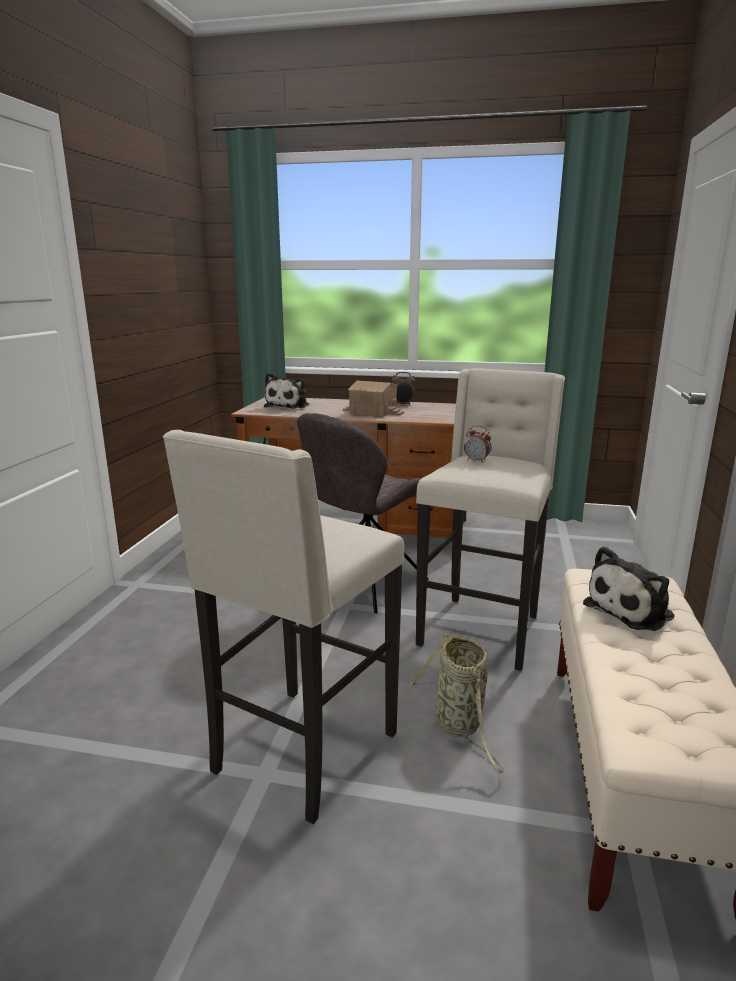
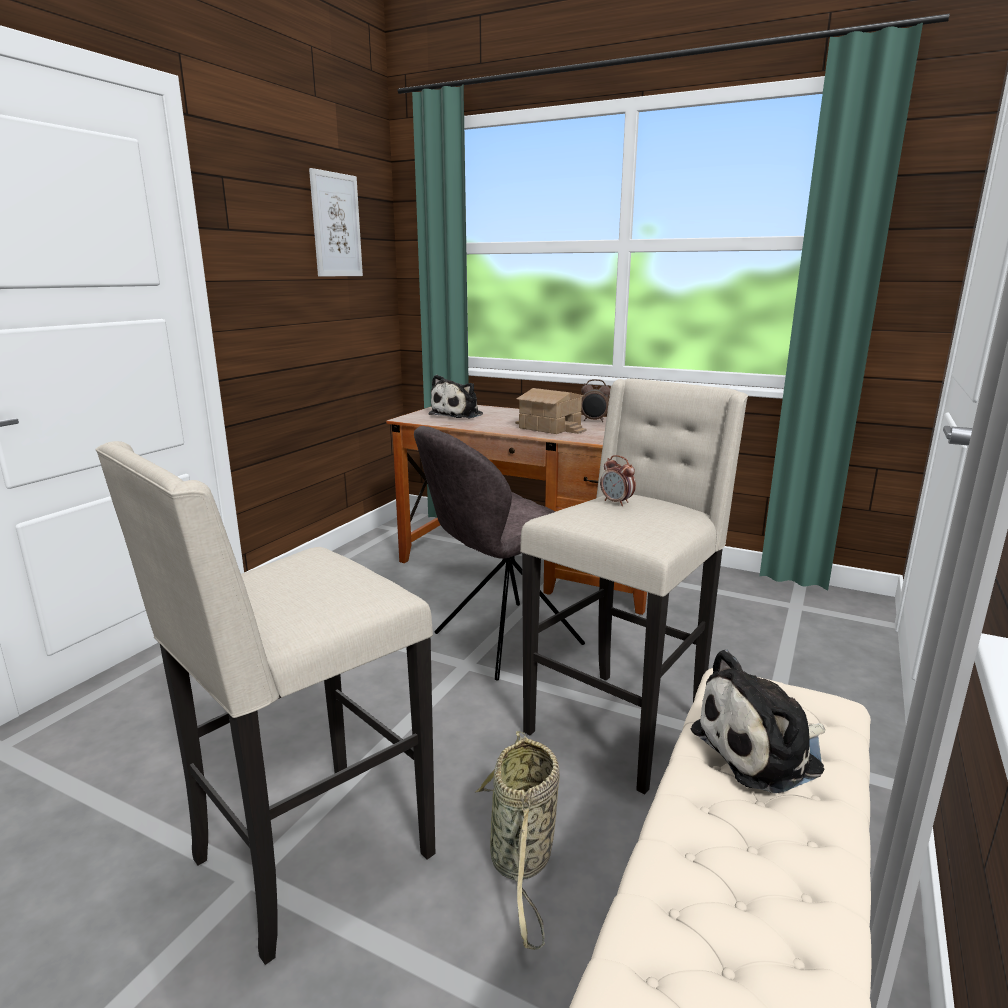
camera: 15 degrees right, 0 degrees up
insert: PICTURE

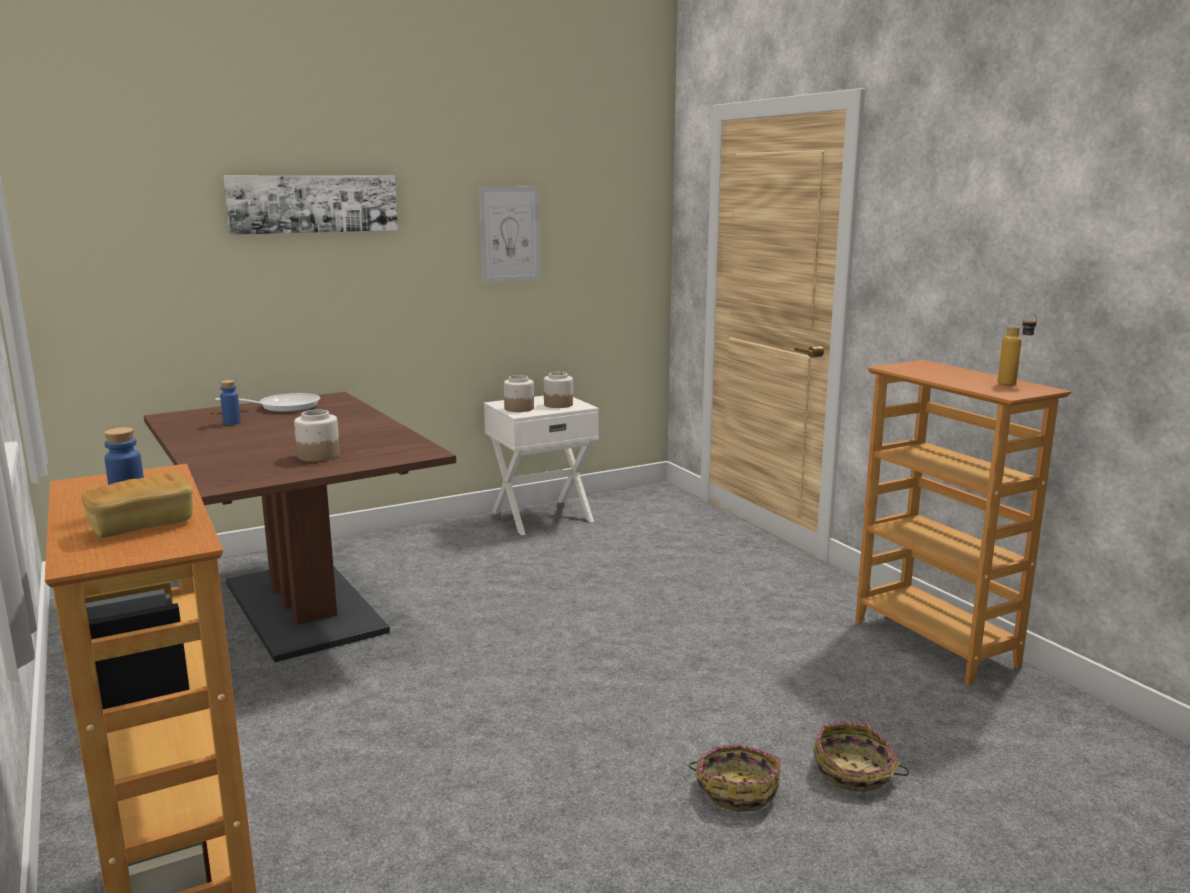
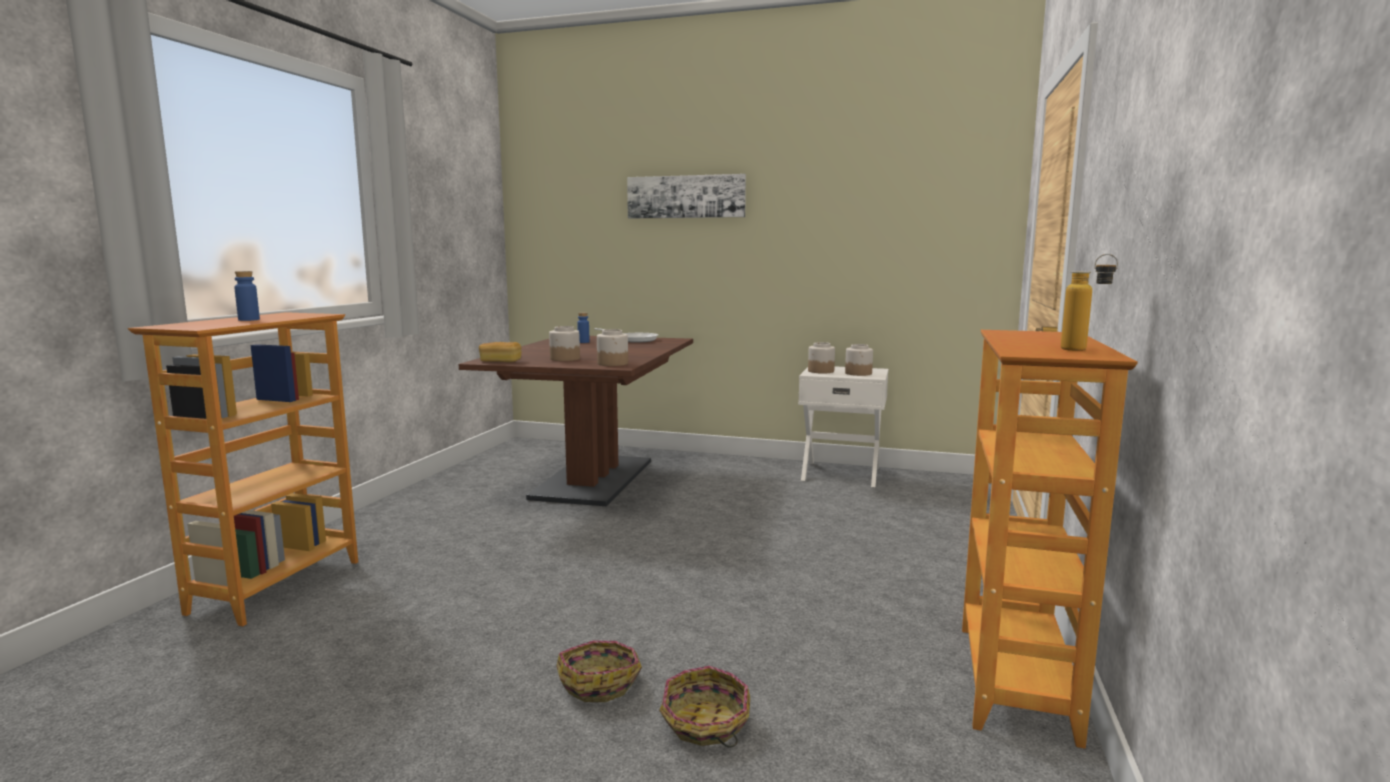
camera: 45 degrees right, 5 degrees down
delete: PICTURE (2nd from left)
insert: JAR (2nd from left)
move: BREAD

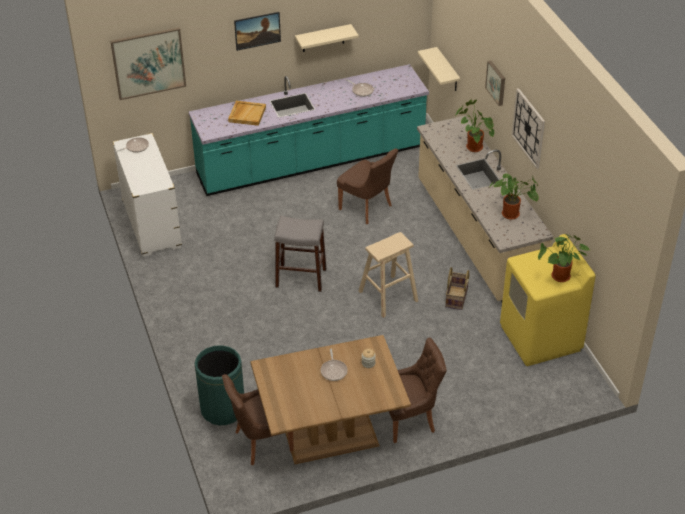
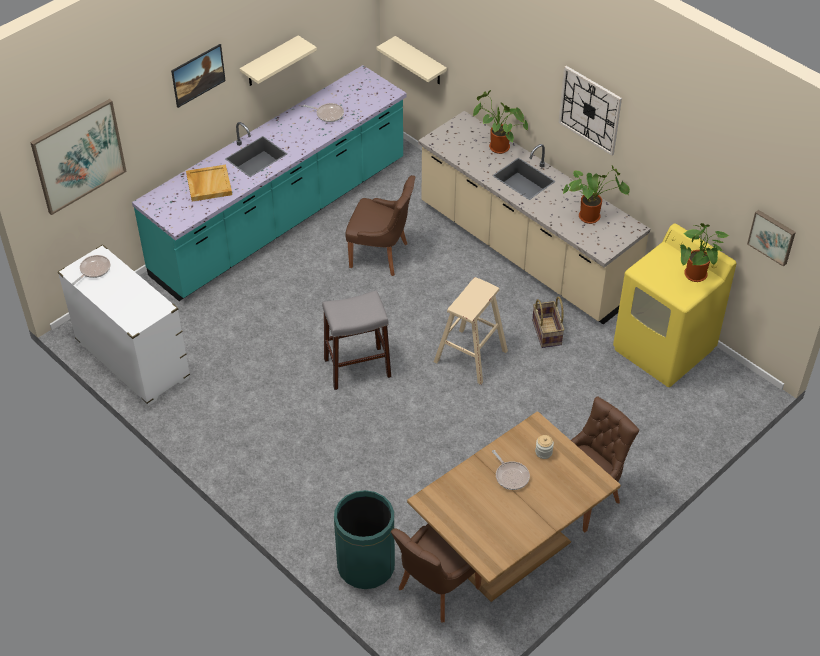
camera: 25 degrees left, 5 degrees up
move: PICTURE (3rd from left)

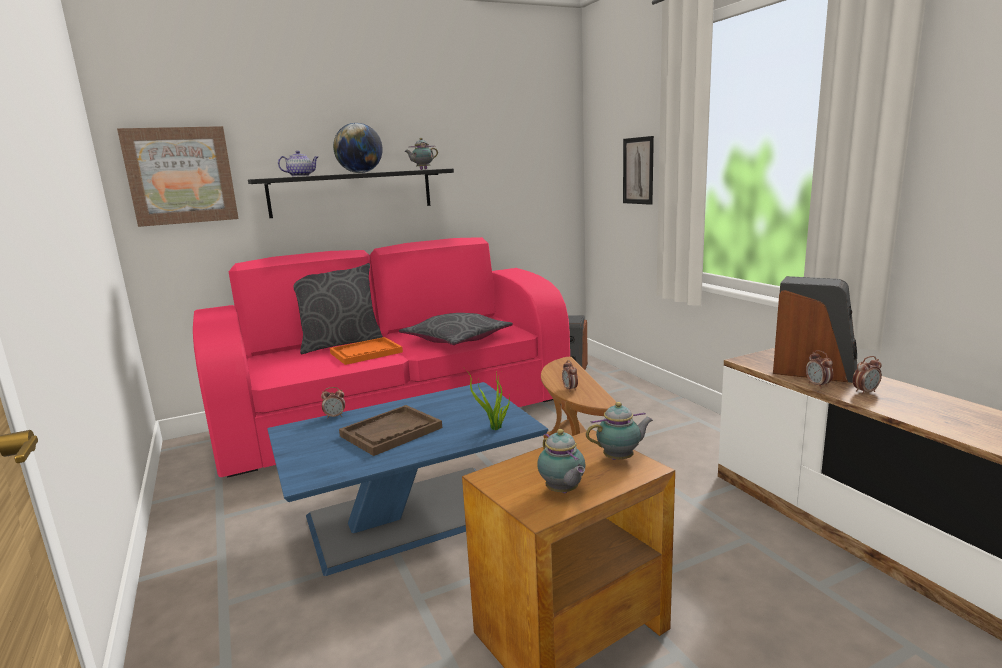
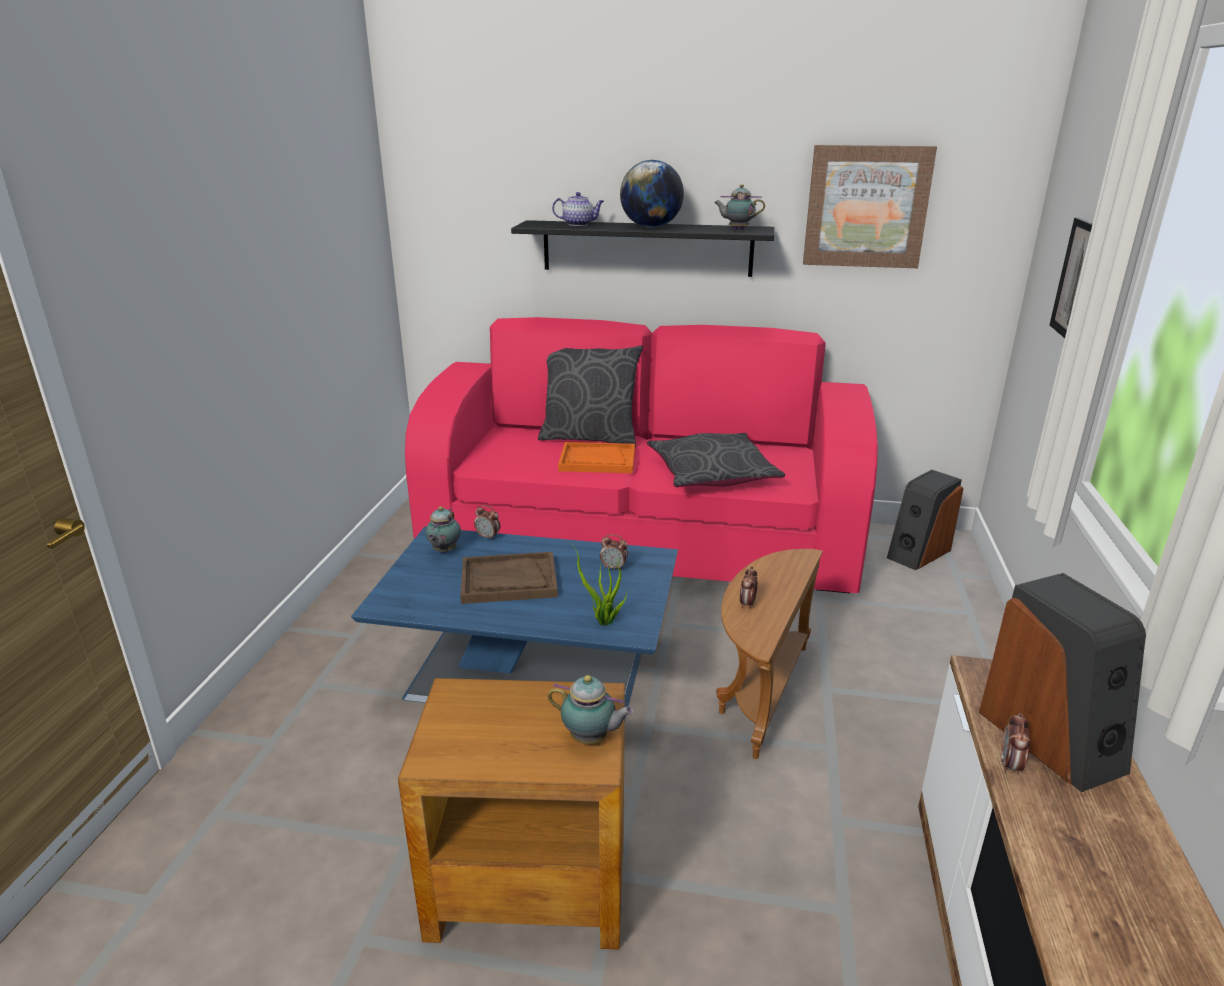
camera: 35 degrees right, 10 degrees up
move: PICTURE (1st from left); TEAPOT (3rd from left in the first image) to TEAPOT (1st from left); ALARM CLOCK (4th from left in the first image) to ALARM CLOCK (2nd from left)

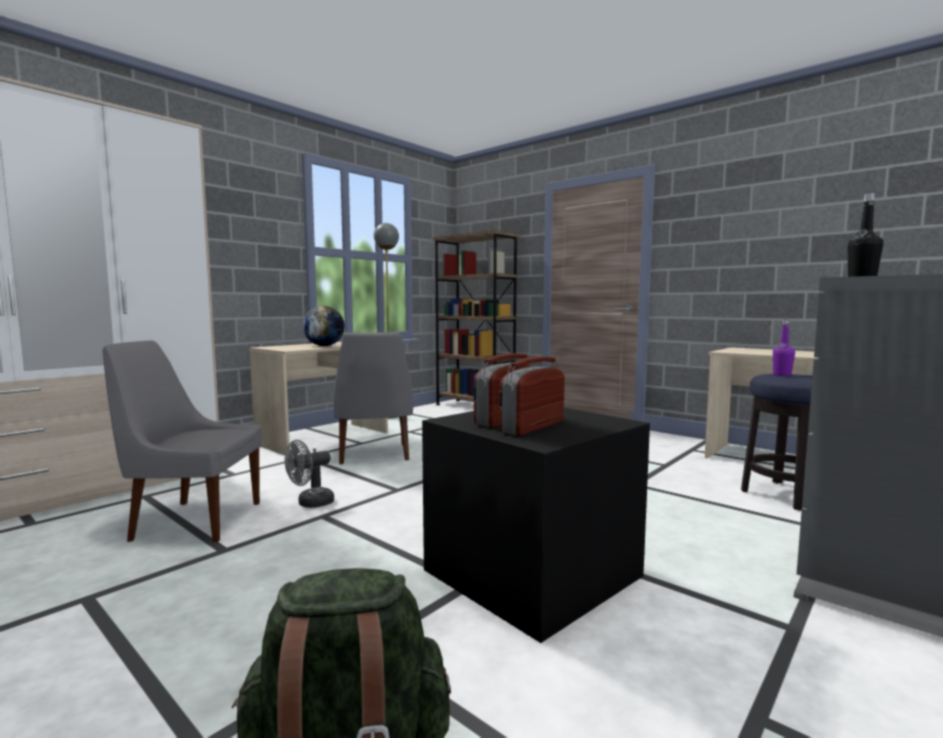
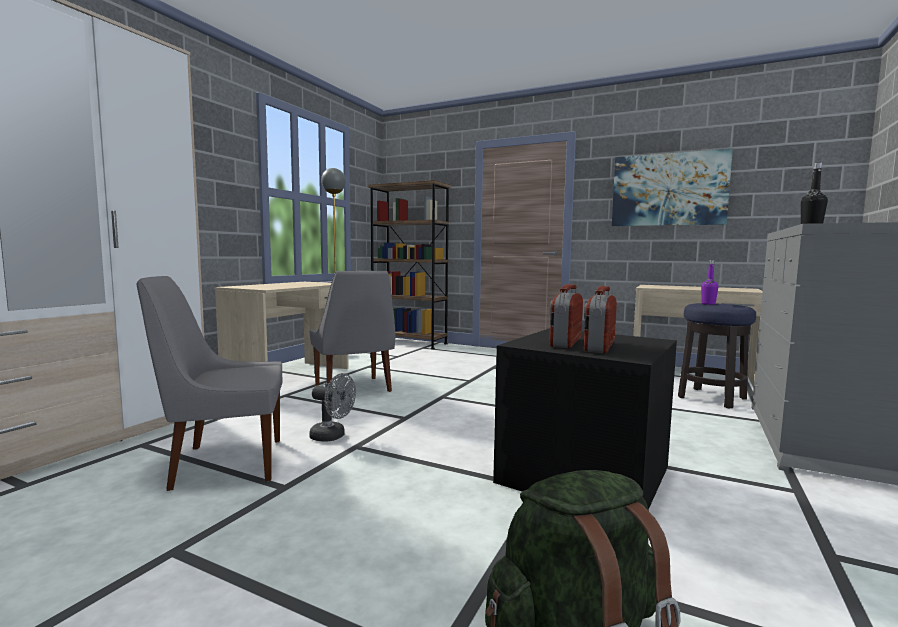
camera: 15 degrees left, 0 degrees up
delete: GLOBE
insert: PICTURE
rotate: GREY FAN 105 degrees counterclockwise

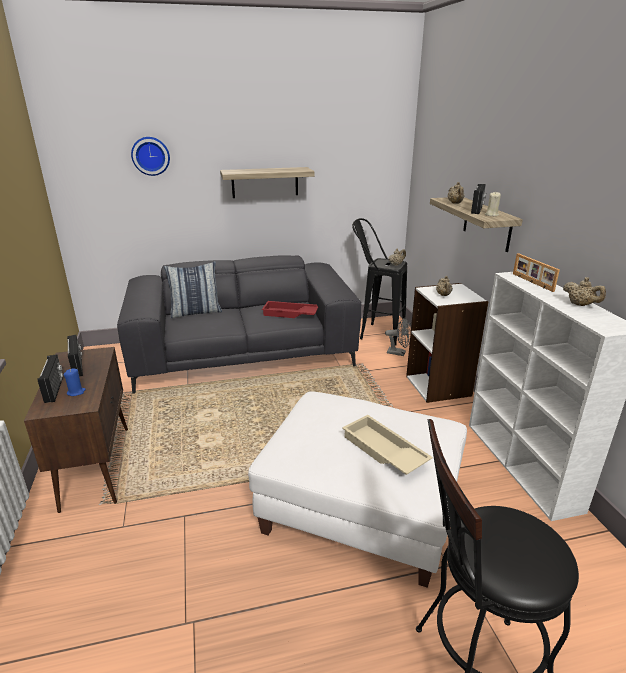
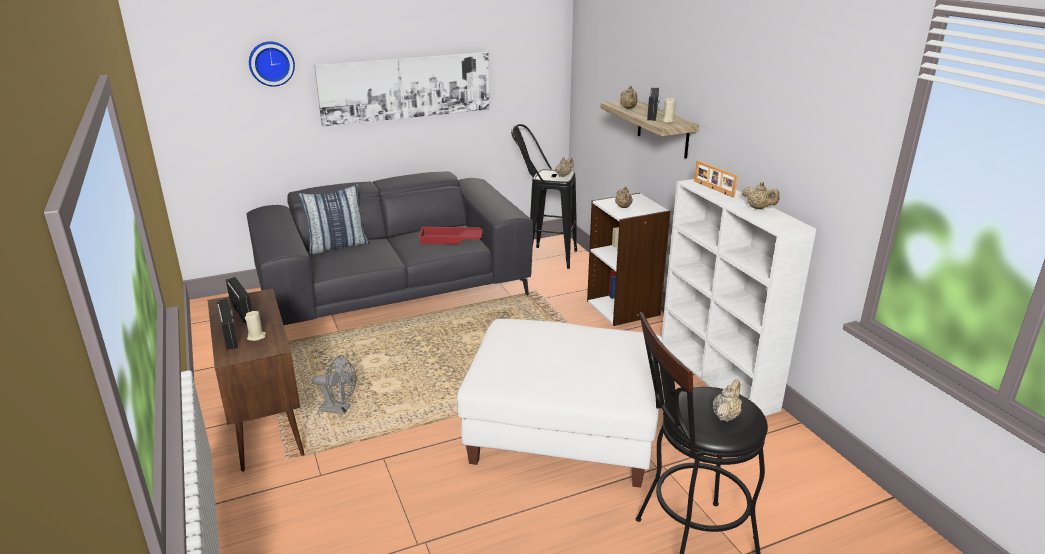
camera: 10 degrees left, 0 degrees up
delete: BEIGE TRAY
insert: BEIGE TEAPOT (4th from left)
move: GREY FAN
replace: SHELF (1st from left) to PICTURE
recolor: BLUE CANDLE to BEIGE CANDLE (1st from left)

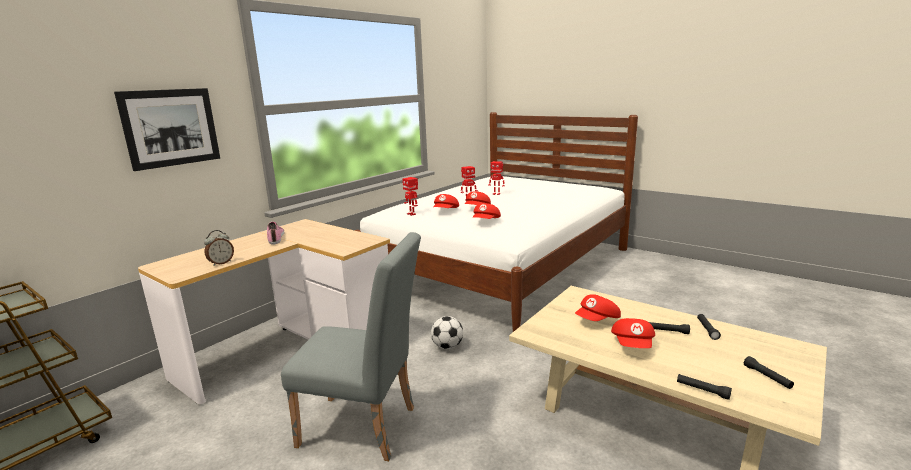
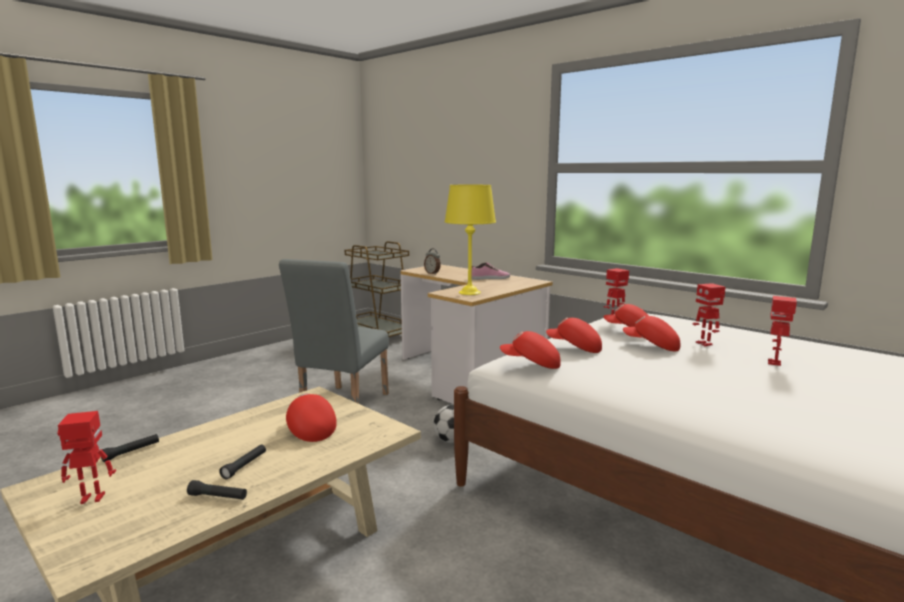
camera: 95 degrees right, 5 degrees down
delete: PICTURE
insert: YELLOW TABLE LAMP
move: RED CAP (5th from left in the first image) to RED CAP (2nd from left)
replace: BLACK FLASHLIGHT (4th from left) to TOY ROBOT (1st from left)

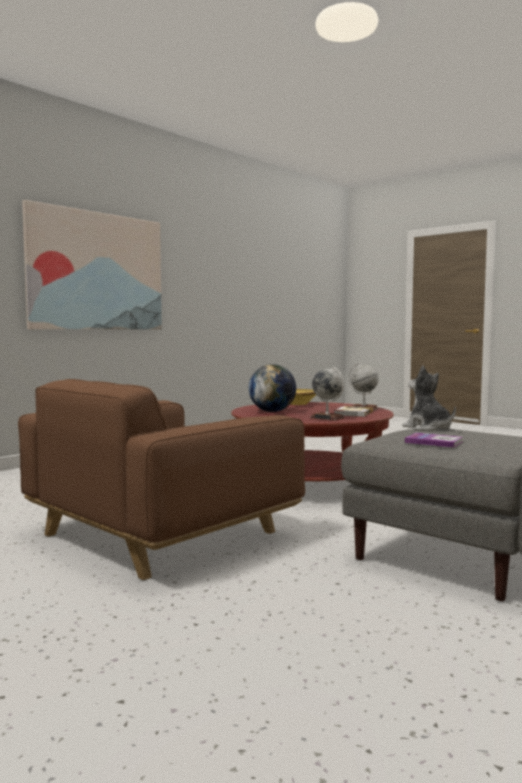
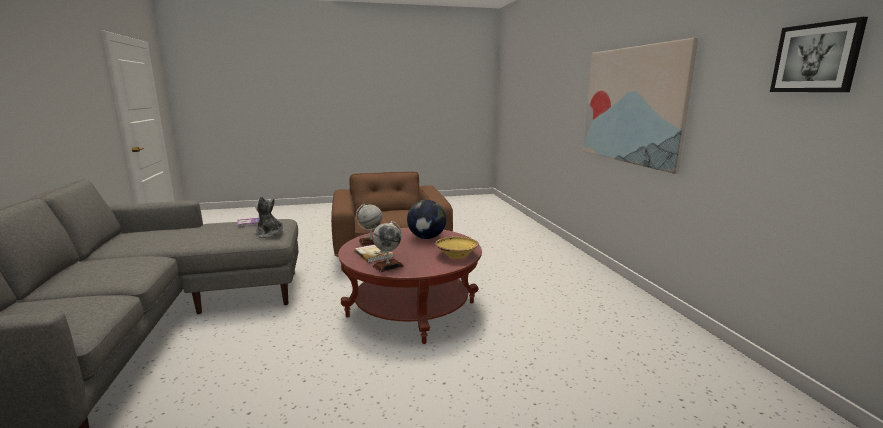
camera: 125 degrees right, 10 degrees up
insert: PICTURE (2nd from left)
rotate: PLUSH TOY 150 degrees counterclockwise

